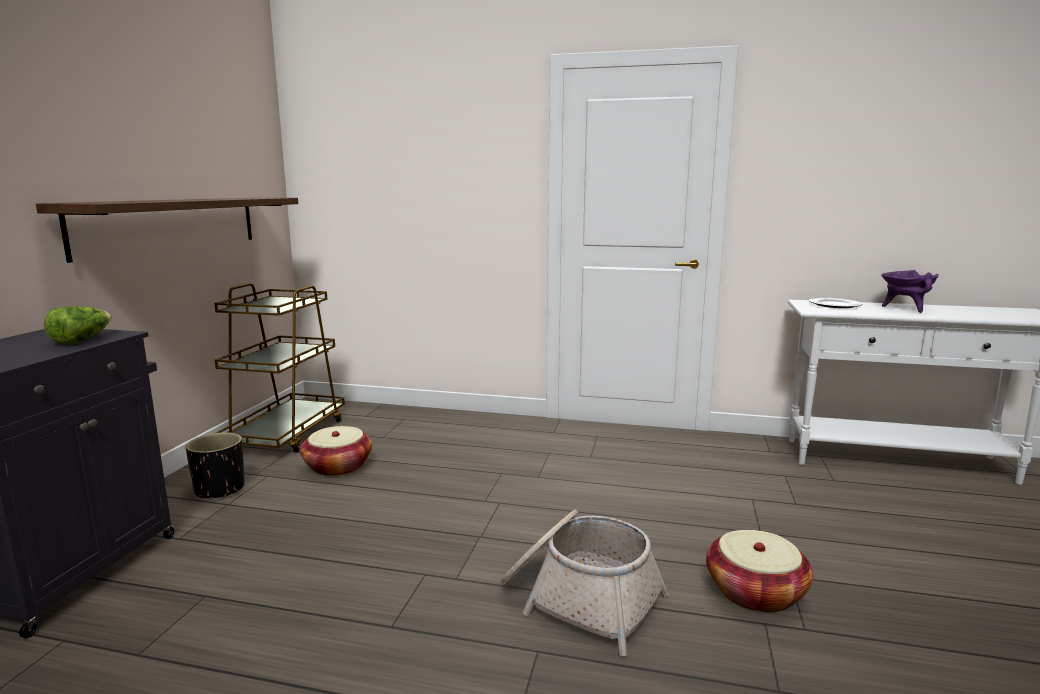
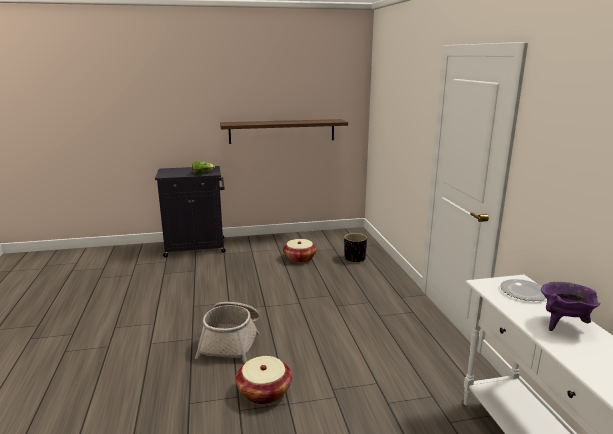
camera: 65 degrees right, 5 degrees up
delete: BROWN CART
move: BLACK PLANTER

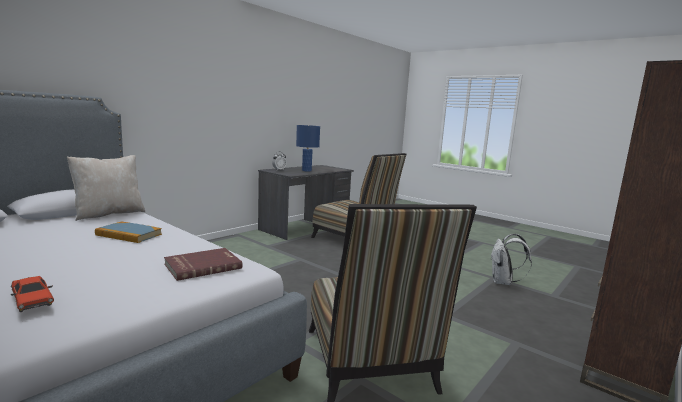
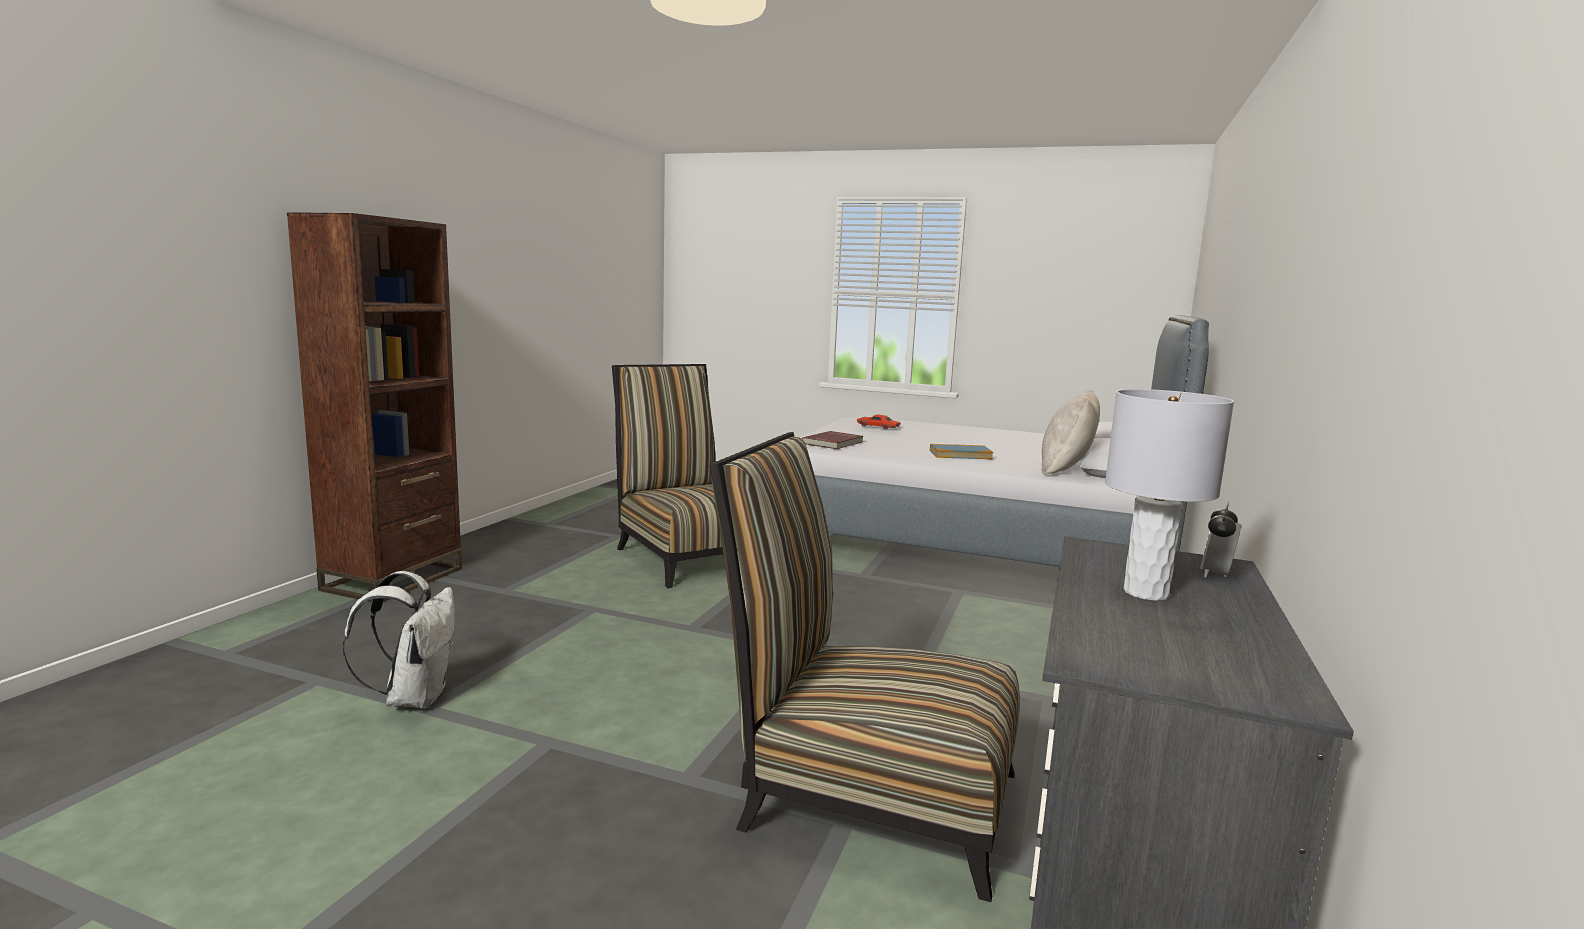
camera: 160 degrees right, 0 degrees up
recolor: BLUE TABLE LAMP to GREY TABLE LAMP

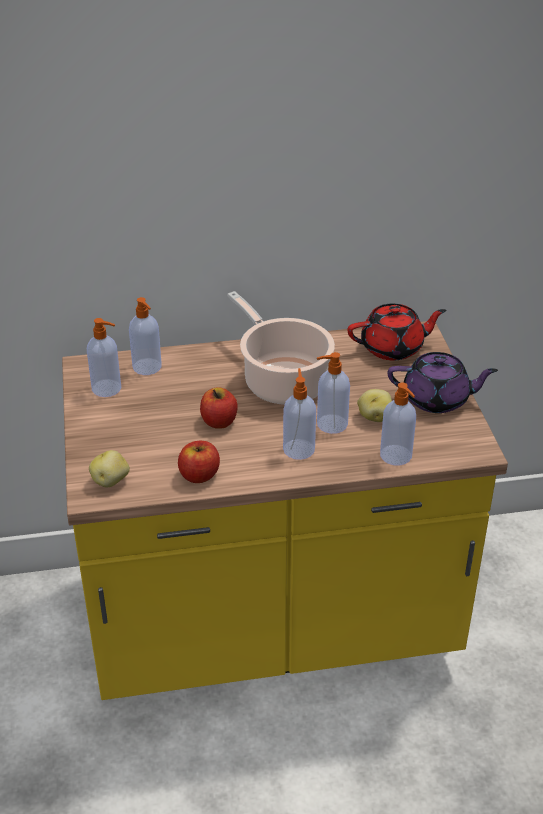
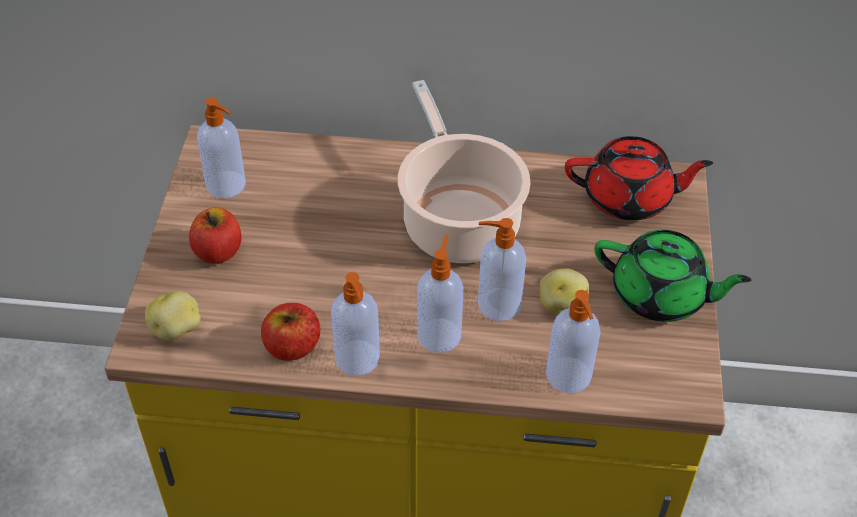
camera: 15 degrees right, 10 degrees up
move: SOAP DISPENSER (2nd from left); APPLE (2nd from left in the first image) to APPLE (1st from left)
recolor: PURPLE TEAPOT to GREEN TEAPOT

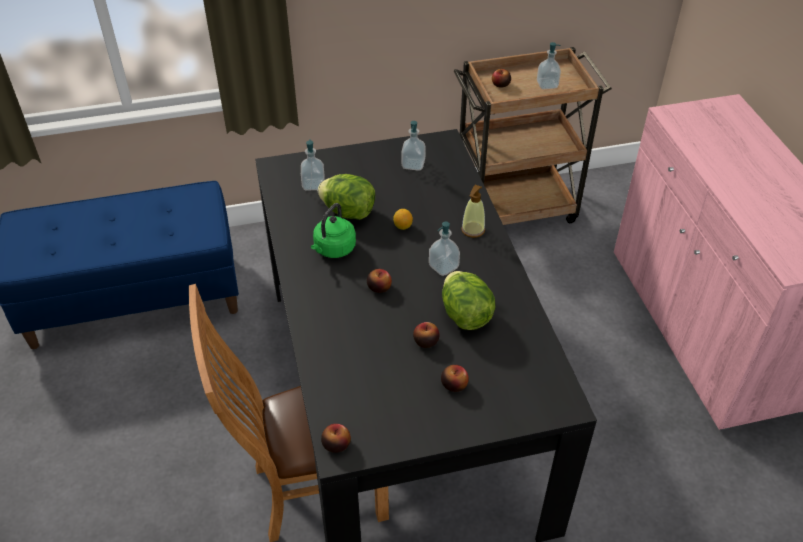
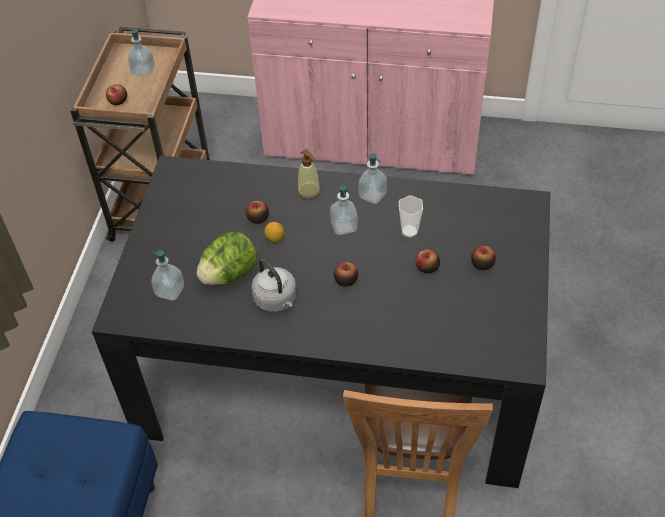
camera: 65 degrees left, 5 degrees up
move: APPLE (1st from left in the first image) to APPLE (2nd from left); SOAP DISPENSER (2nd from left in the first image) to SOAP DISPENSER (5th from left)
replace: LETTUCE (2nd from left) to CUP
recolor: GREEN KETTLE to GREY KETTLE

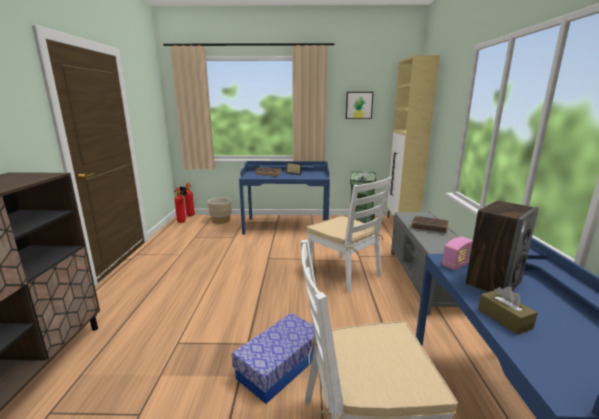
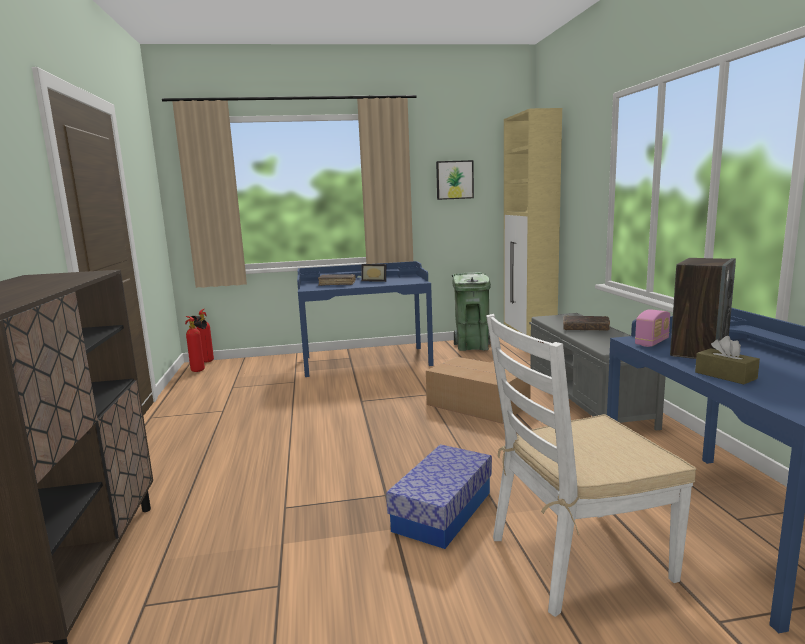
camera: 10 degrees left, 5 degrees down
delete: BEIGE PLANTER
replace: WHITE CHAIR (1st from left) to CARDBOARD BOX

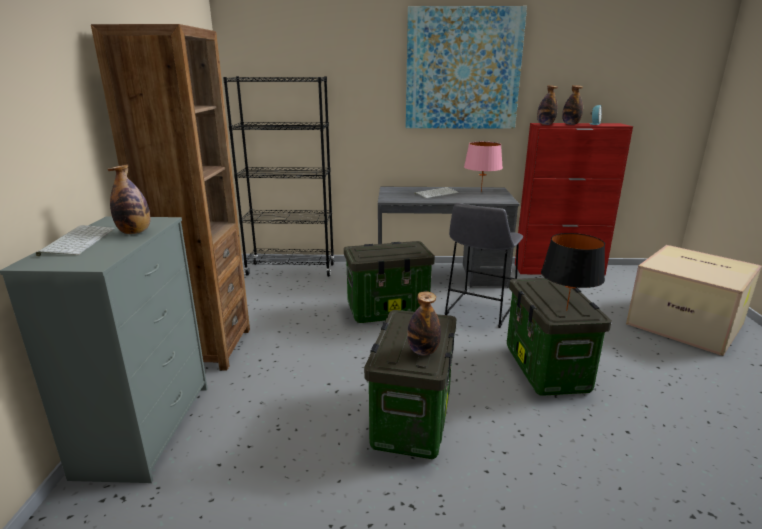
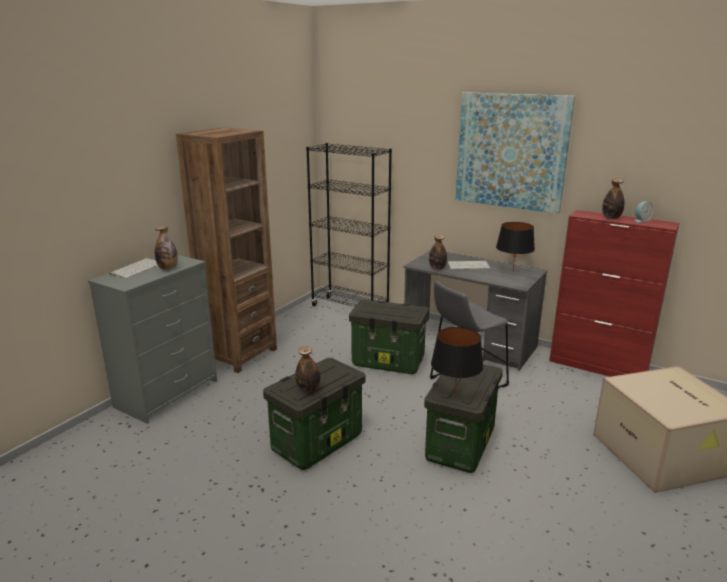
camera: 30 degrees right, 0 degrees up
move: BOTTLE (3rd from left)
recolor: PINK TABLE LAMP to BLACK TABLE LAMP (2nd from left)

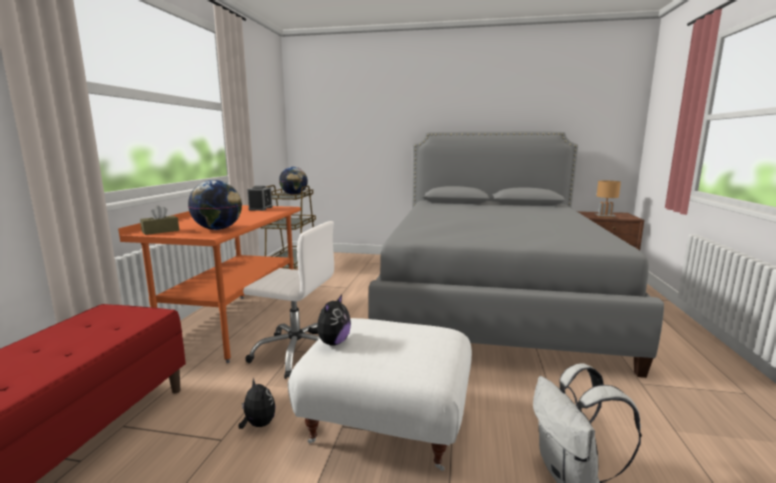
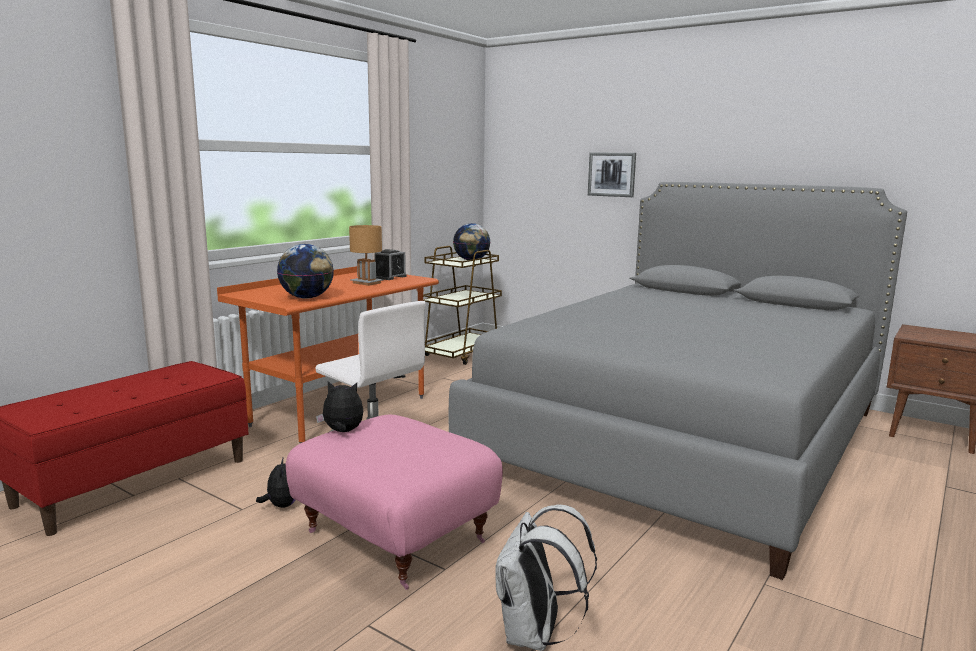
camera: 25 degrees right, 0 degrees up
delete: BROWN TISSUE BOX
insert: PICTURE
move: BROWN TABLE LAMP
recolor: WHITE OTTOMAN to PINK OTTOMAN
rotate: PLUSH TOY (2nd from left) 135 degrees counterclockwise

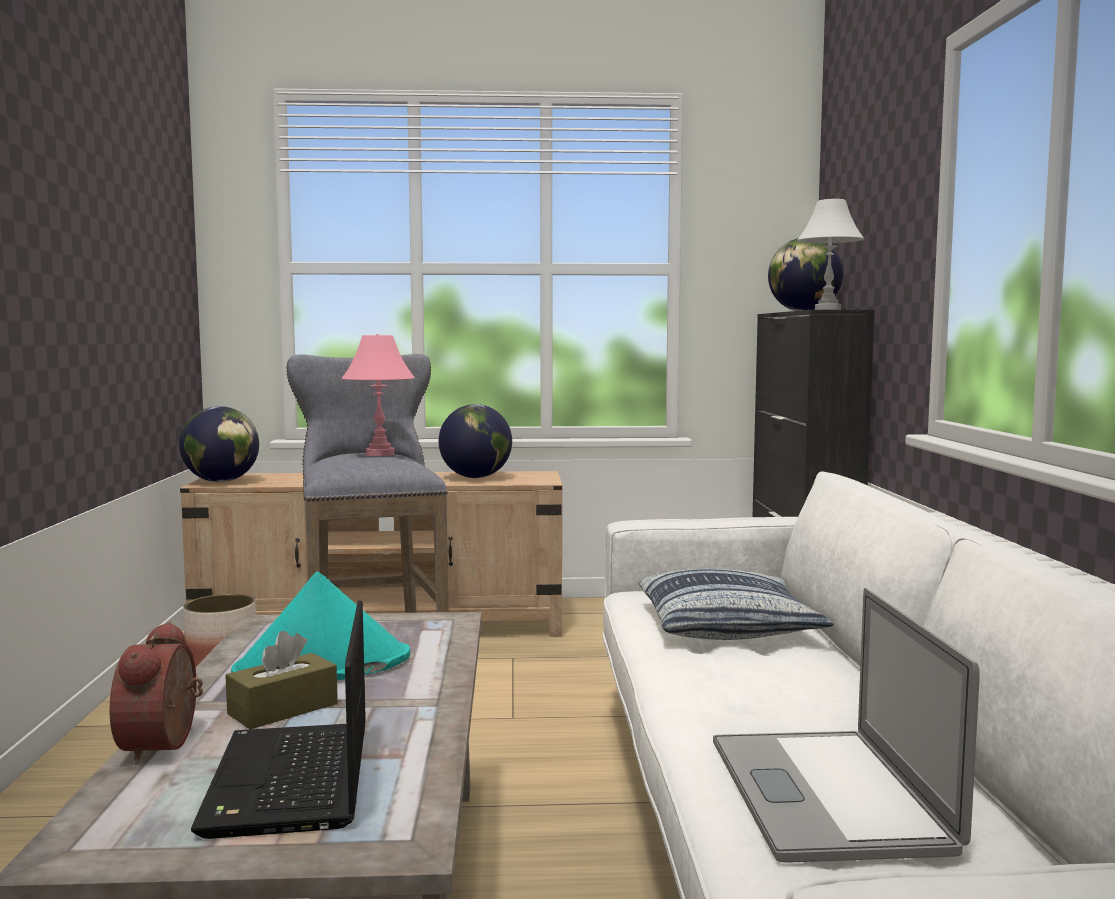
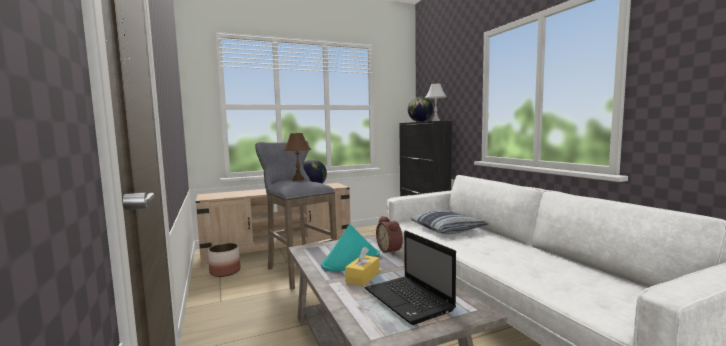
camera: 20 degrees left, 0 degrees up
delete: GLOBE (1st from left); LAPTOP (2nd from left)
move: ALARM CLOCK
recolor: BROWN TISSUE BOX to YELLOW TISSUE BOX; PINK TABLE LAMP to BROWN TABLE LAMP

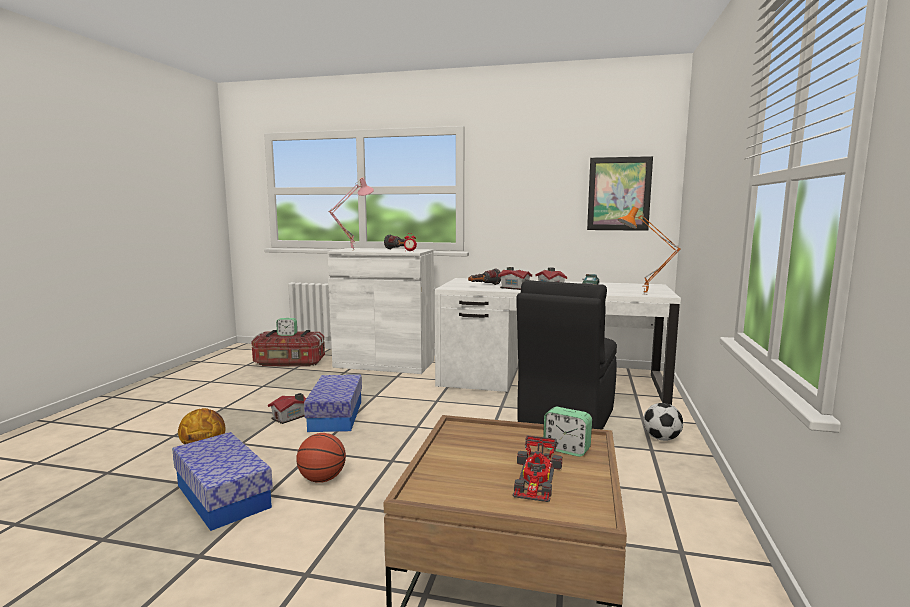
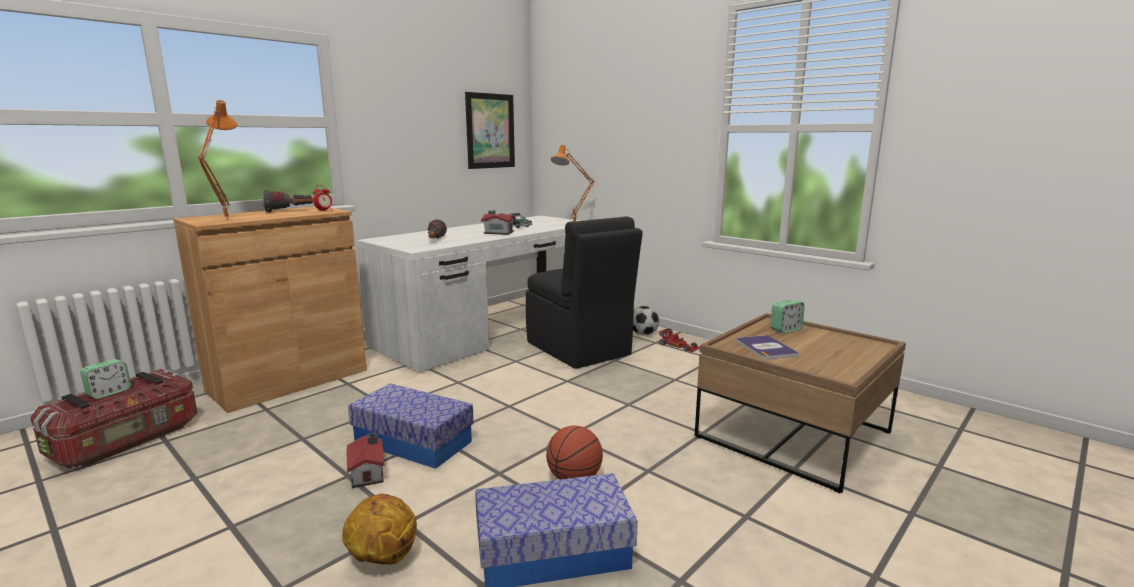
camera: 60 degrees left, 5 degrees up
delete: TOY HOUSE (2nd from left)
insert: BOOK
move: TOY CAR (1st from left in the first image) to TOY CAR (2nd from left)
recolor: WHITE CABINET to BROWN CABINET; PINK TABLE LAMP to ORANGE TABLE LAMP (1st from left)

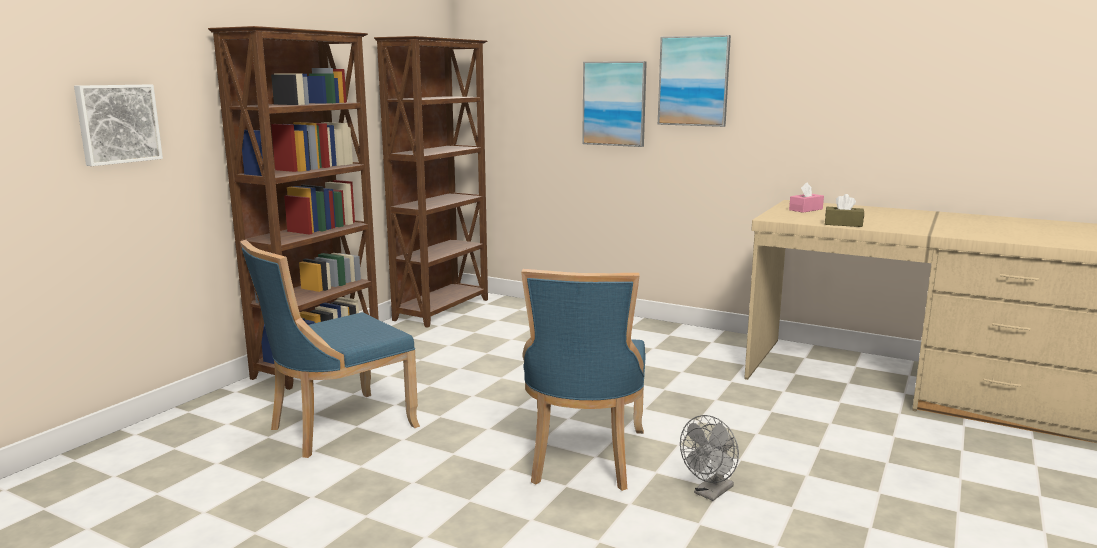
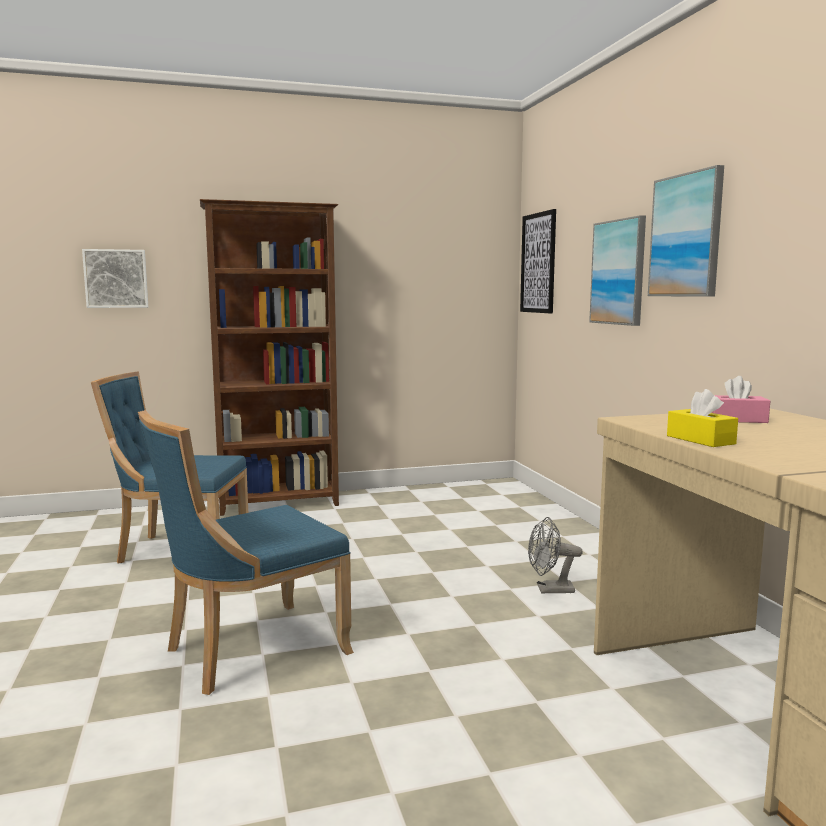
camera: 45 degrees right, 5 degrees down
delete: BROWN BOOKCASE (2nd from left)
insert: PICTURE (2nd from left)
move: GREY FAN
recolor: BROWN TISSUE BOX to YELLOW TISSUE BOX

